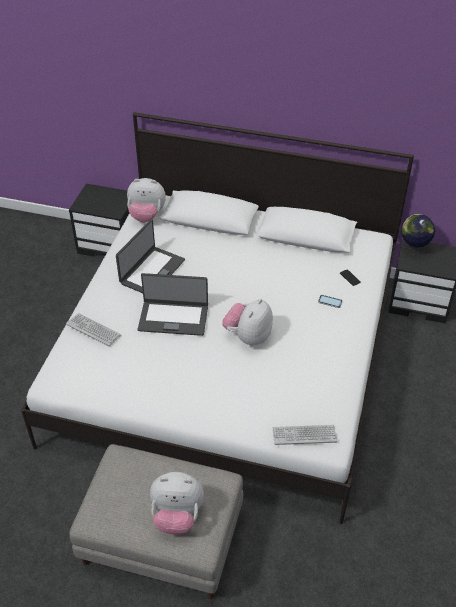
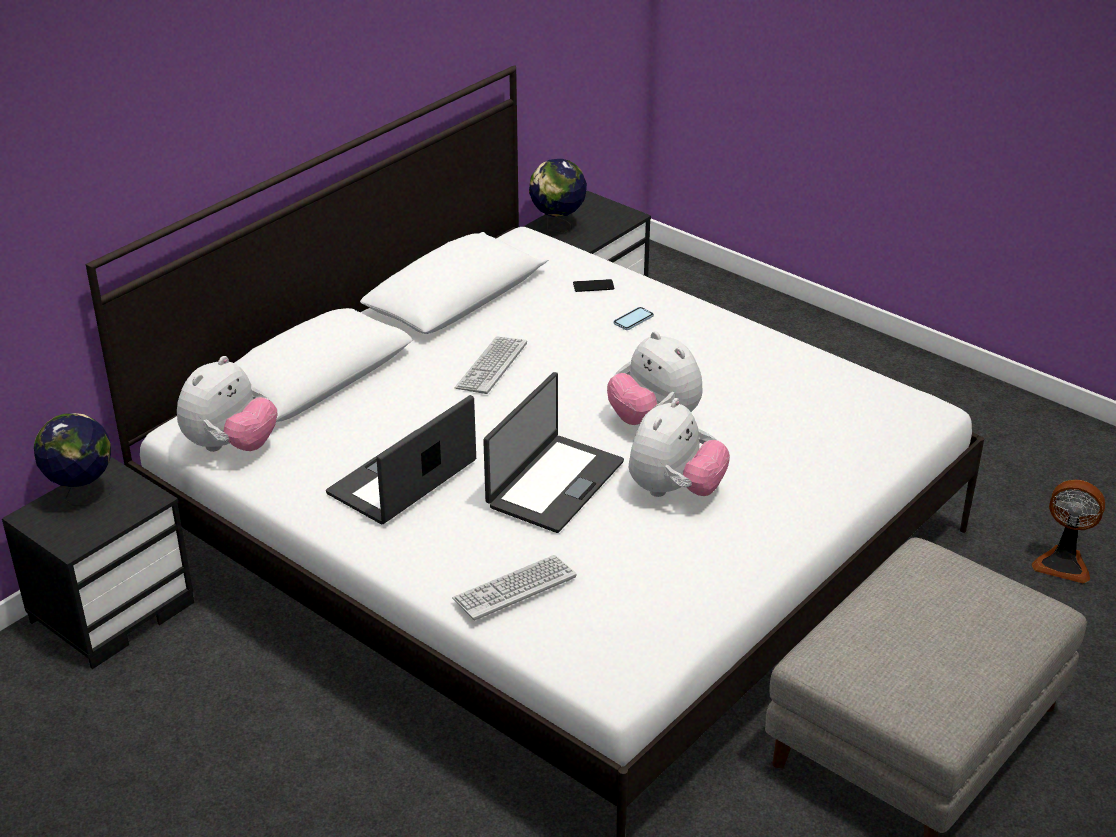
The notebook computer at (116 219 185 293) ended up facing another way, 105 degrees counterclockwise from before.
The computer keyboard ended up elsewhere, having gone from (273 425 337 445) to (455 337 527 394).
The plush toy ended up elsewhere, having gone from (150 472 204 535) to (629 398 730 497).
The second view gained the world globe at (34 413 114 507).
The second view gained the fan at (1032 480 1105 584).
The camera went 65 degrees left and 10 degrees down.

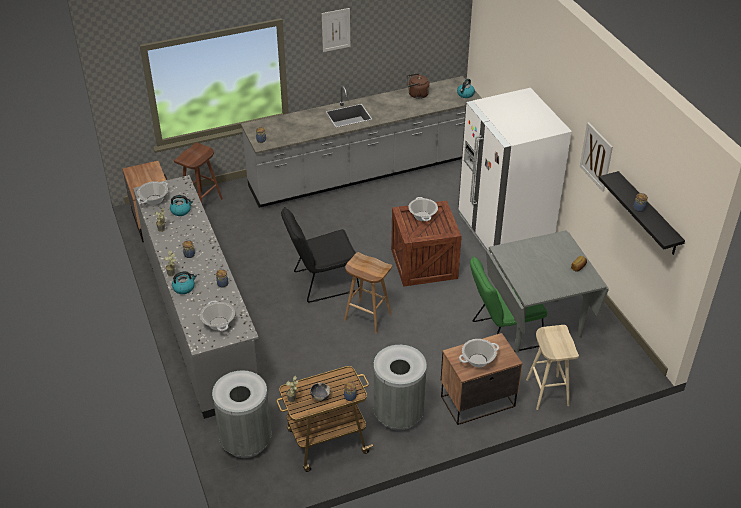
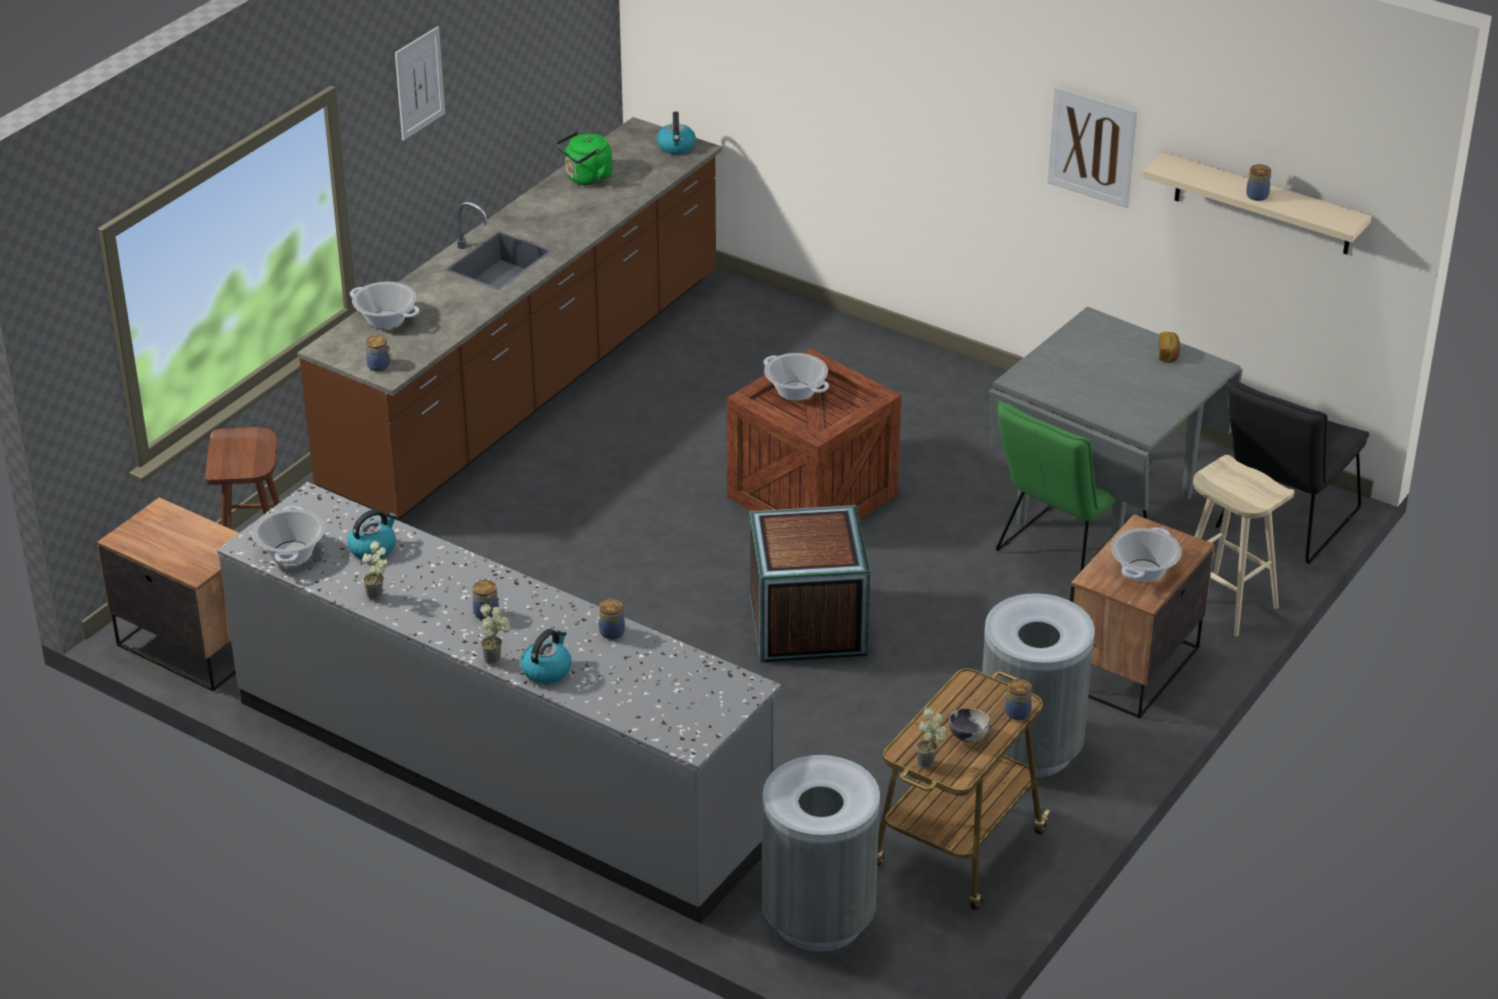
What was the water kettle in brown at (407 73 430 99) turned into the water kettle in greenish at (556 131 612 185).
What was the kitchen counter in grey at (241 76 482 208) turned into the kitchen counter in brown at (297 117 722 520).
The second view lost the kitchen fridge in white at (458 88 572 259).
What was the bracket shelf in black-coloured at (599 171 685 255) turned into the bracket shelf in sand-coloured at (1142 152 1372 255).
The chair in black-coloured ended up elsewhere, having gone from (281 207 360 303) to (1216 379 1369 564).
Where the sitting stool in brown stood at (344 252 392 333), the packing crate came to stand at (750 505 870 663).
The saucepot ended up elsewhere, having gone from (200 300 235 331) to (350 282 419 329).
The camera went 35 degrees left and 5 degrees down.

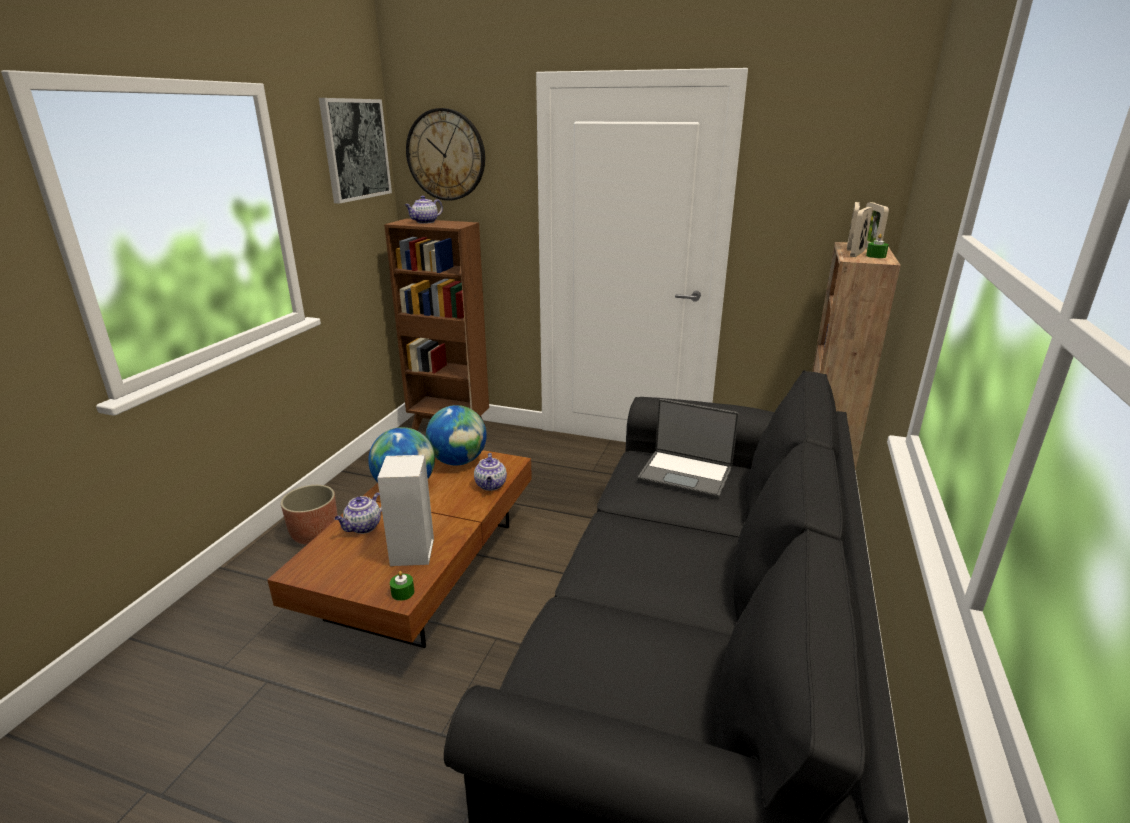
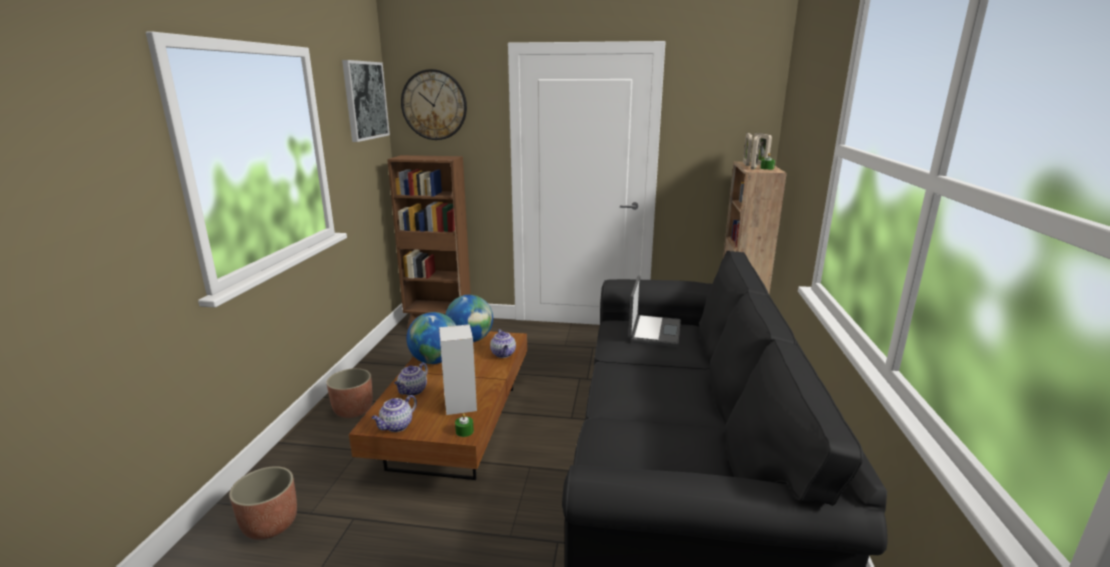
The tea pot ended up elsewhere, having gone from (405 196 443 224) to (371 395 417 432).
The notebook computer at (638 399 739 499) ended up facing another way, 90 degrees counterclockwise from before.
The second view gained the planter at (229 466 297 540).
The camera went 10 degrees left and 5 degrees down.

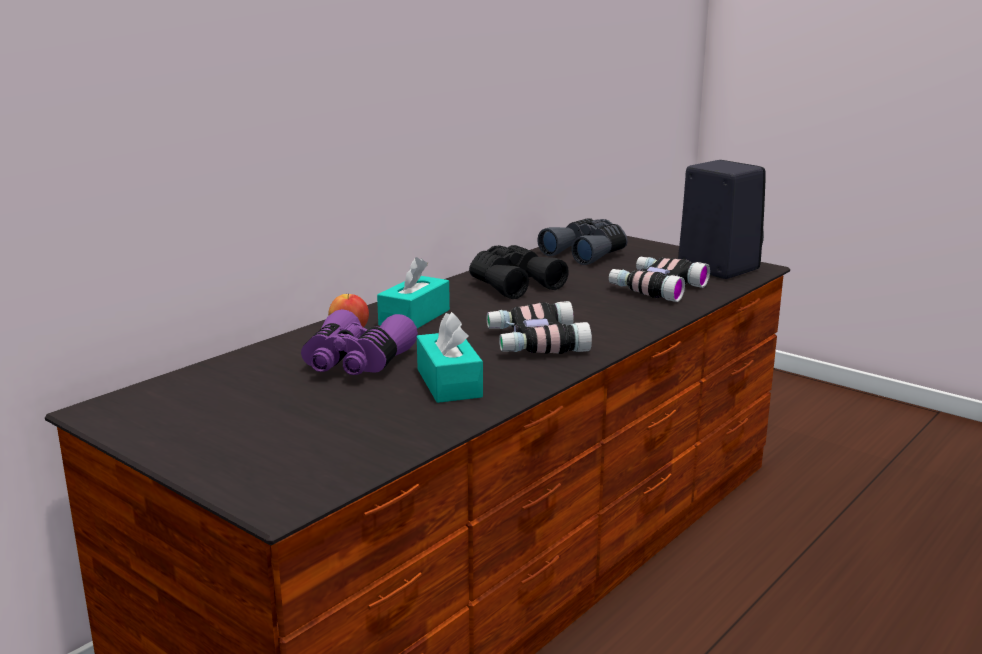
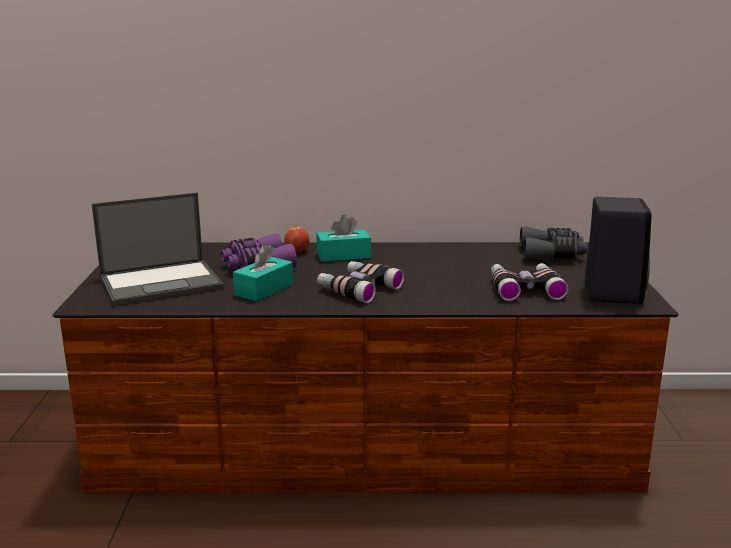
The second view lost the pair of binoculars in black-coloured at (469 245 569 299).
The second view gained the notebook computer at (92 193 224 306).
The camera went 50 degrees right and 0 degrees up.

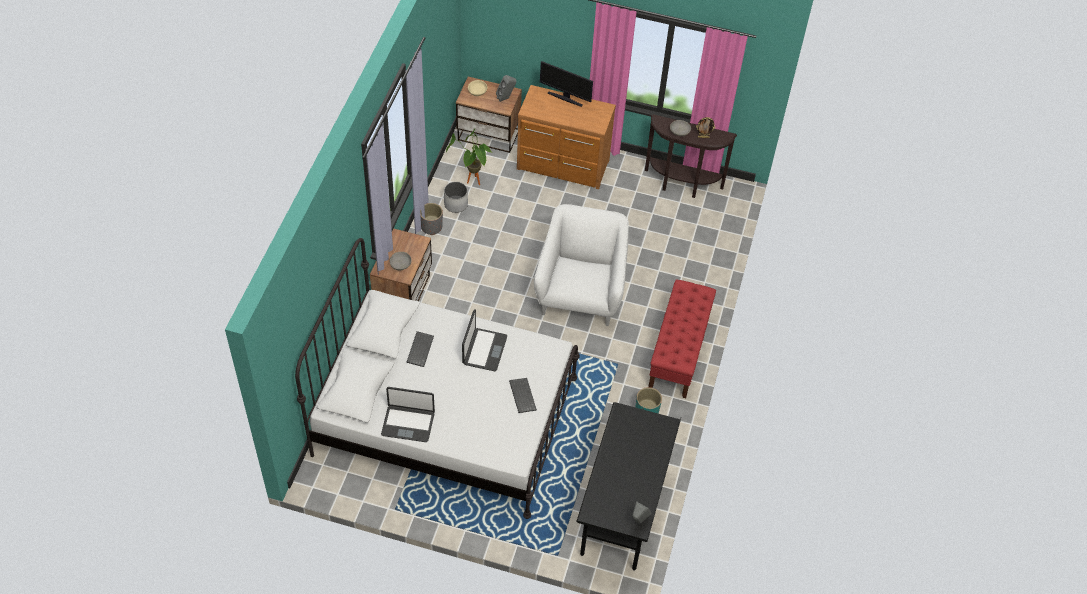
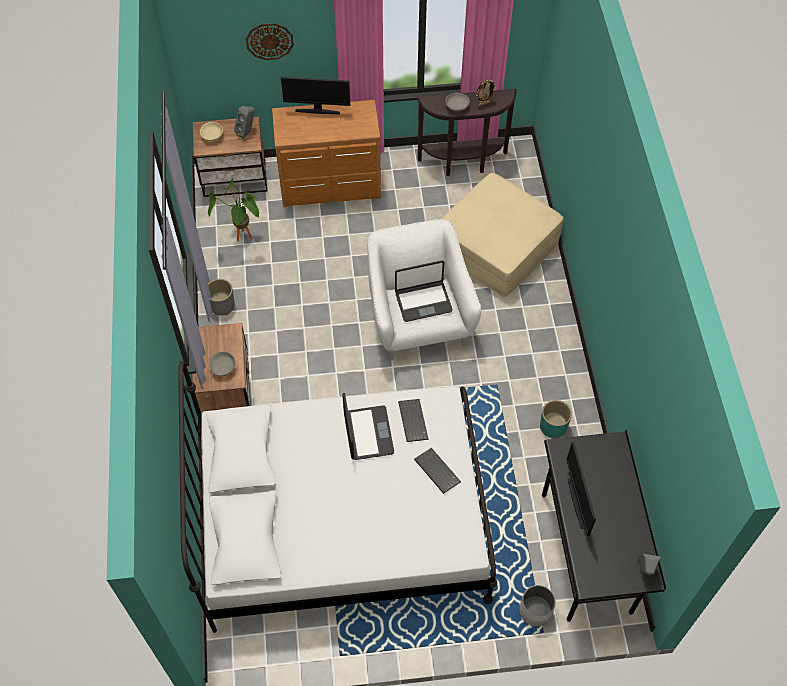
The planter in white ended up elsewhere, having gone from (444 182 468 213) to (519 585 556 627).
The second view lost the indoor bench in red-coloured at (648 279 716 398).
The computer keyboard ended up elsewhere, having gone from (406 331 434 367) to (398 399 428 442).
The notebook computer ended up elsewhere, having gone from (381 387 435 442) to (395 260 453 322).
The second view gained the wall clock at (246 23 294 60).
The second view gained the ottoman in sand-coloured at (442 173 564 298).
The second view gained the computer screen at (566 442 596 536).
The camera went 20 degrees left and 5 degrees up.

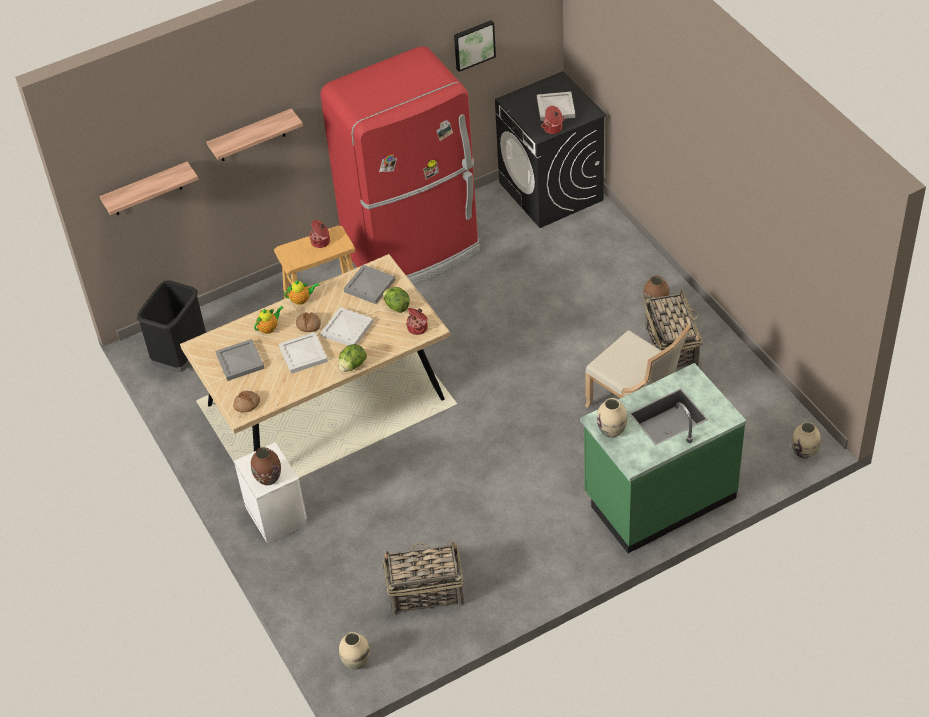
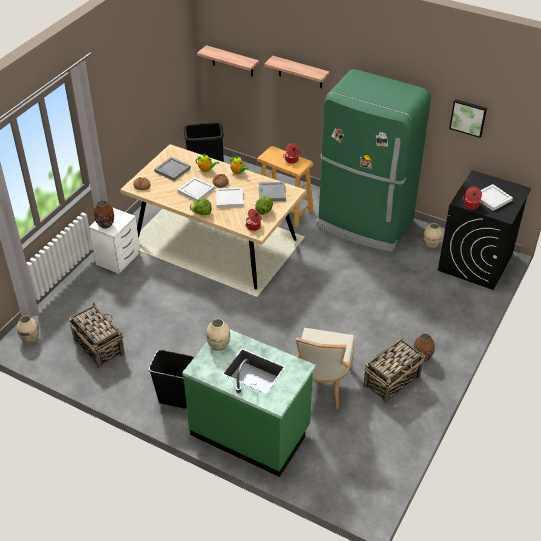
What was the kitchen fridge in red-coloured at (321 46 480 285) turned into the kitchen fridge in greenish at (316 69 431 252).
The flower vase in sand-coloured ended up elsewhere, having gone from (792 422 821 459) to (423 223 442 249).
The second view gained the trash can in black-coloured at (149 350 194 409).
The camera went 55 degrees right and 5 degrees down.

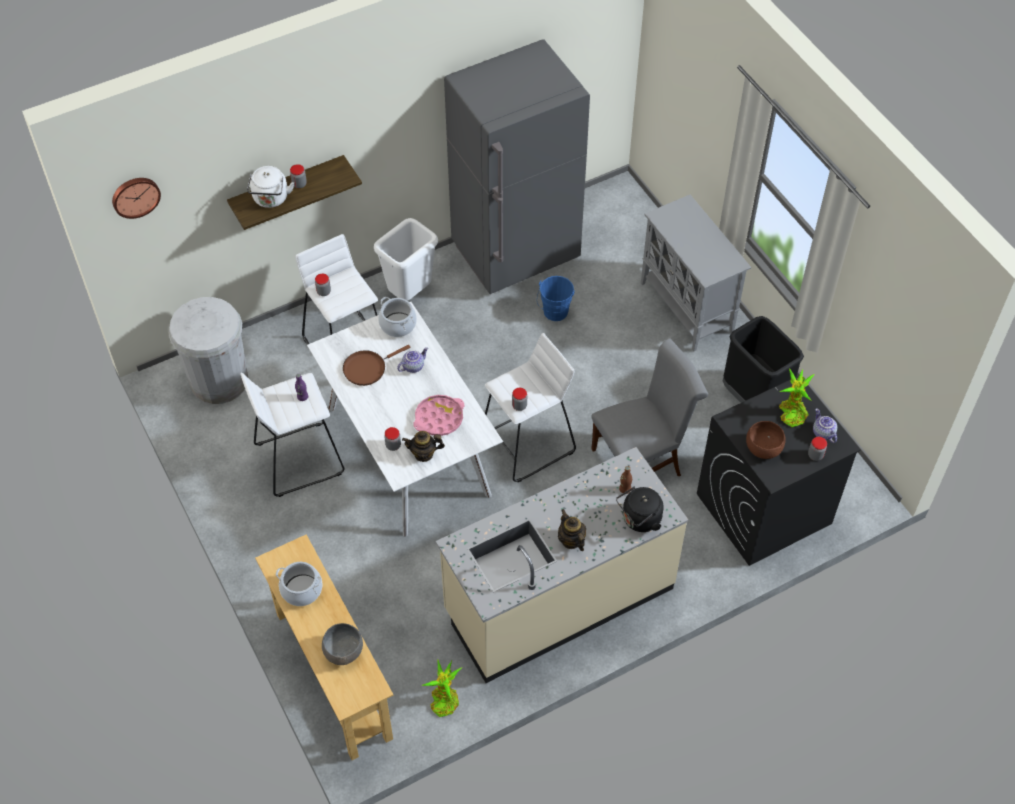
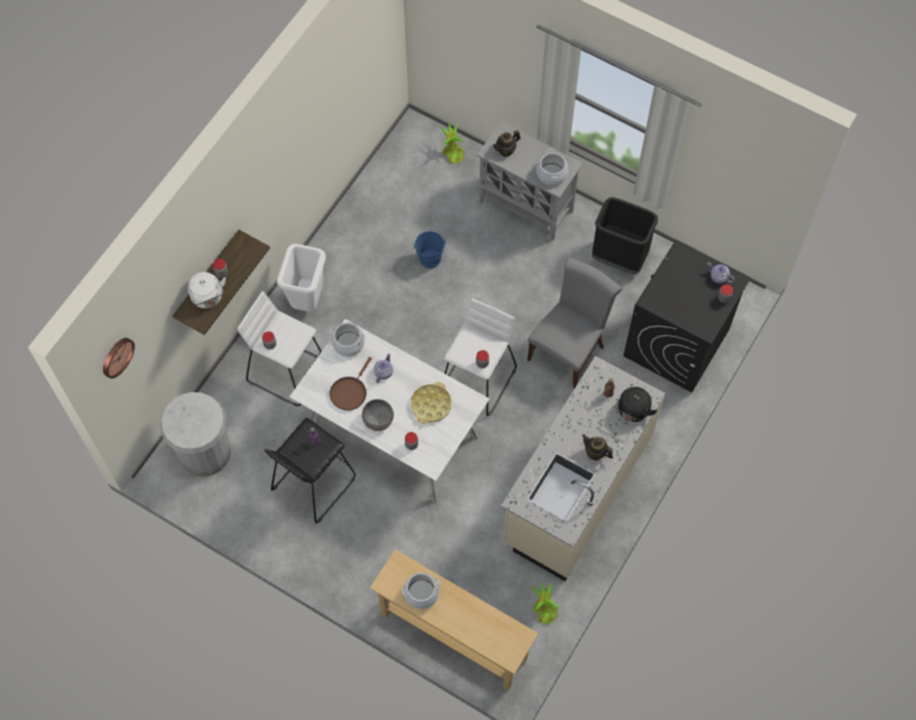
The second view lost the kitchen fridge in grey at (444 39 590 294).
The houseplant ended up elsewhere, having gone from (779 368 815 427) to (440 123 465 164).
What was the sitting stool in white at (241 373 344 497) turned into the sitting stool in black-coloured at (265 418 356 524).
What was the serving tray in pinkish at (413 395 464 436) turned into the serving tray in yellow at (411 382 452 424).
The second view lost the deep dish in brown at (746 421 786 459).
The tea pot ended up elsewhere, having gone from (402 431 445 462) to (493 130 521 157).
The deep dish in grey ended up elsewhere, having gone from (322 623 363 665) to (362 399 394 431).
The second view gained the saucepot at (536 148 568 185).
The camera went 30 degrees left and 10 degrees up.

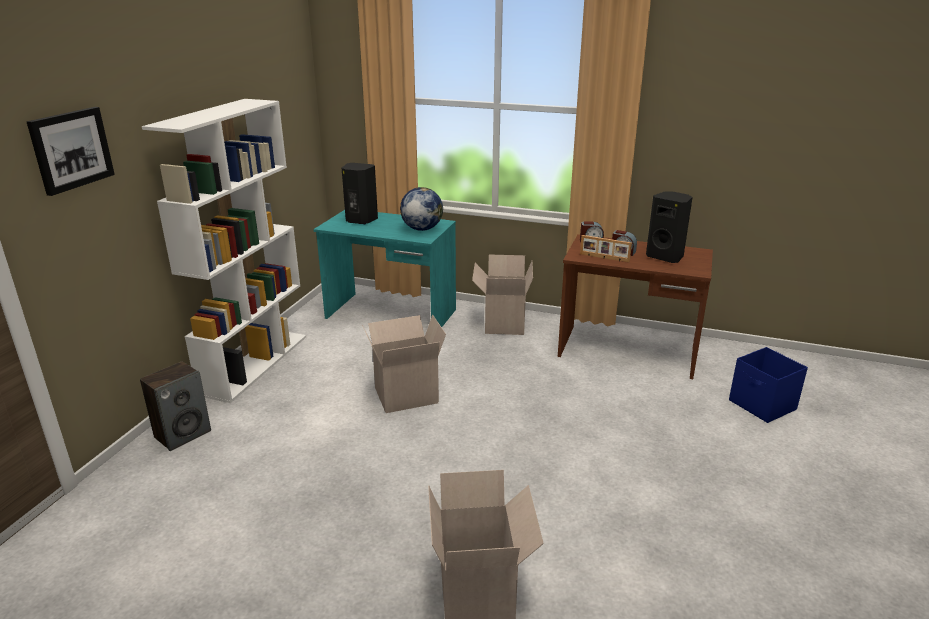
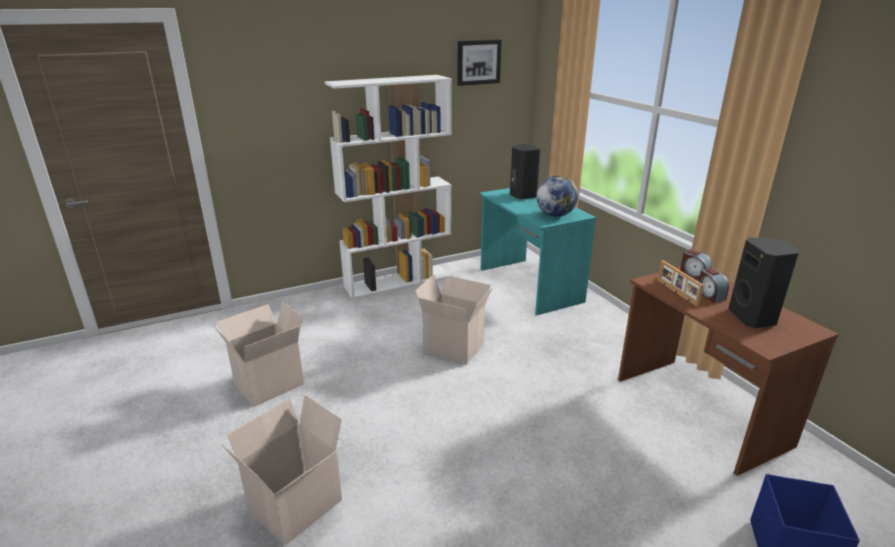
The wall picture ended up elsewhere, having gone from (27 107 115 196) to (457 40 502 86).
The cardboard box ended up elsewhere, having gone from (472 254 533 335) to (213 301 304 407).
The second view lost the loudspeaker at (140 361 211 451).
The camera went 45 degrees right and 0 degrees up.

